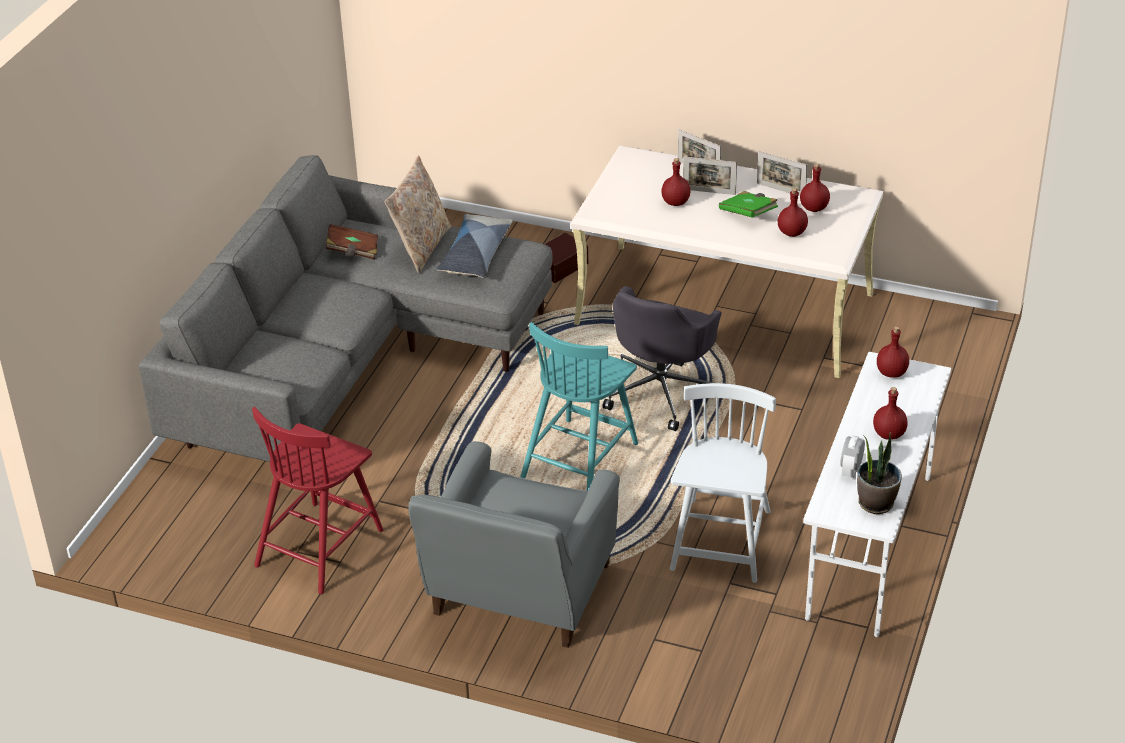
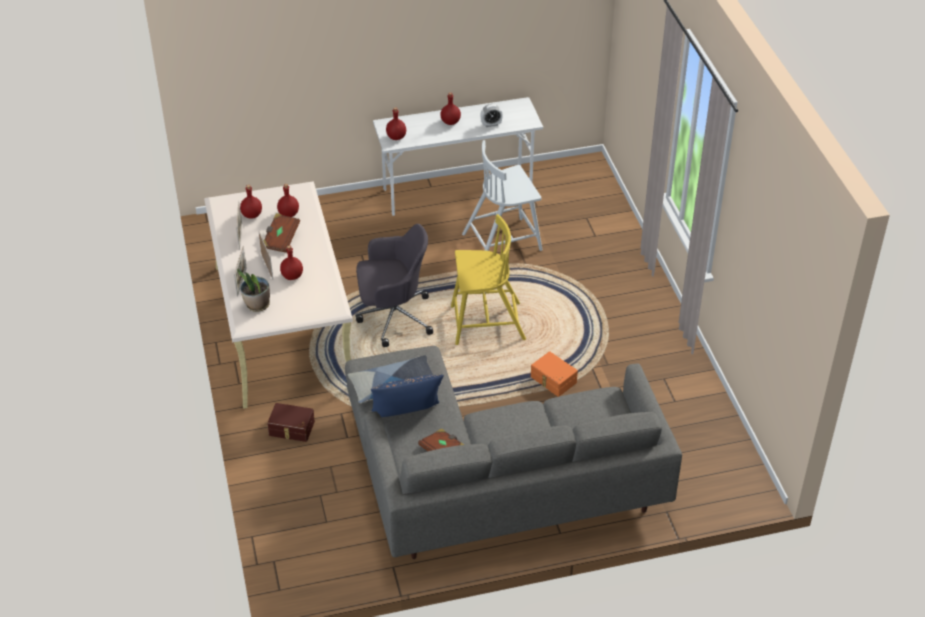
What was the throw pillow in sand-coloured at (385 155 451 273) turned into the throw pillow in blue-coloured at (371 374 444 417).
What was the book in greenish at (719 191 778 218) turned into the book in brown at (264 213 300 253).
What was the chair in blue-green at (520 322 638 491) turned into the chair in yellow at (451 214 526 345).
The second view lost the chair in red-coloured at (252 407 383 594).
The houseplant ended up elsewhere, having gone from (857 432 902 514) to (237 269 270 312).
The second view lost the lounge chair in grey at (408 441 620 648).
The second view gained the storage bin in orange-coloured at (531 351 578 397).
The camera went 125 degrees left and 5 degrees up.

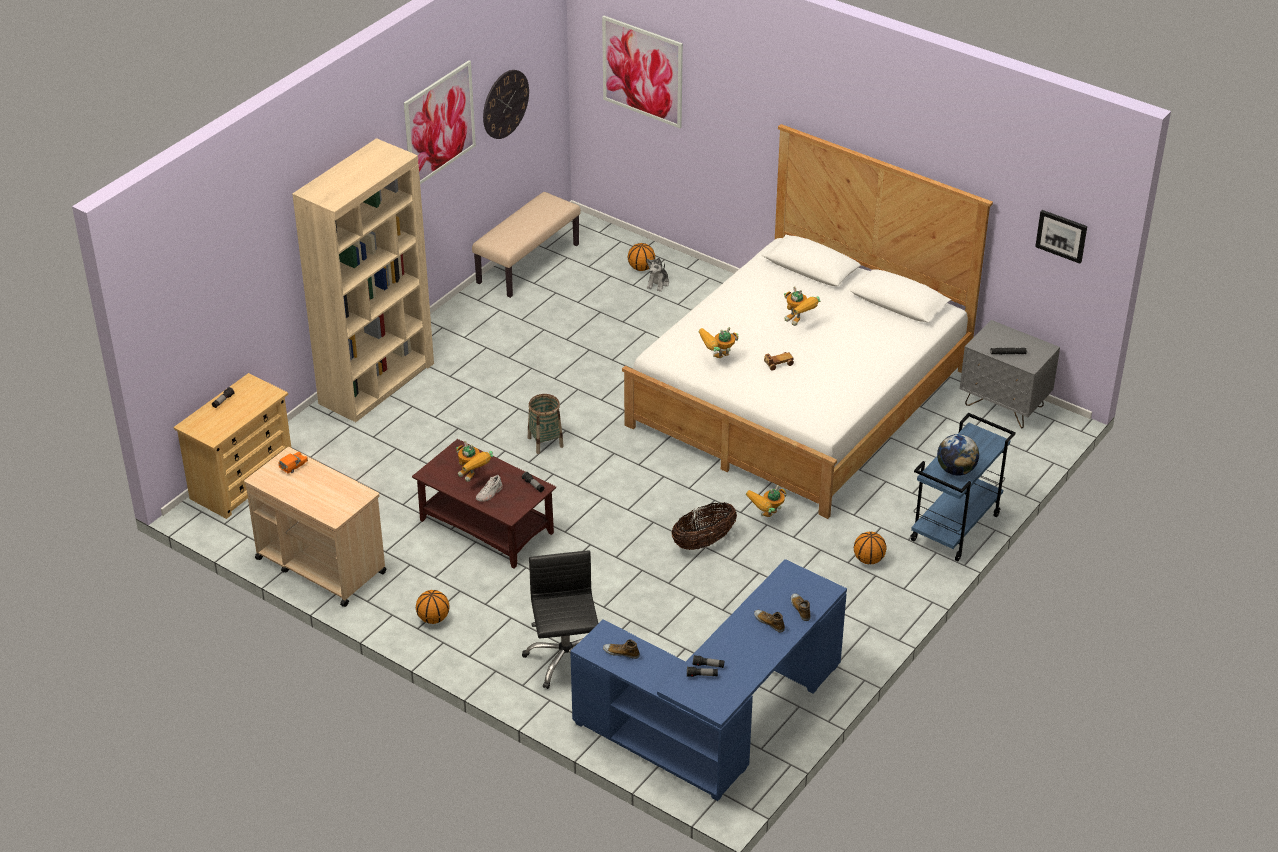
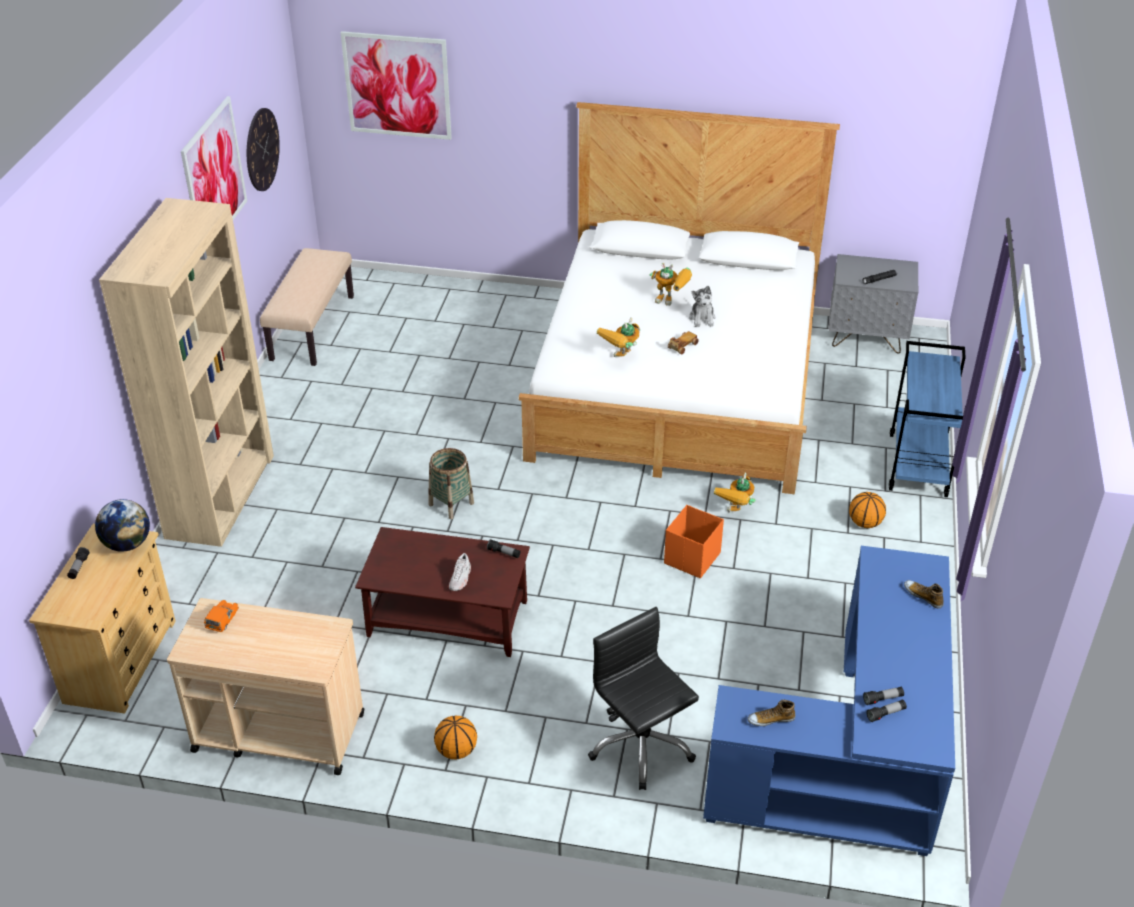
The second view lost the wall picture at (1035 210 1087 264).
The second view lost the ball for basketball at (628 243 655 271).
The plush toy ended up elsewhere, having gone from (647 258 669 292) to (689 286 716 327).
The world globe ended up elsewhere, having gone from (937 434 979 476) to (95 499 150 552).
The second view lost the toy robot at (456 441 493 482).
Where the storage basket stood at (672 502 737 550), the storage bin in orange-coloured came to stand at (664 505 724 578).
The second view lost the low shoe at (754 610 785 632).
The camera went 25 degrees left and 0 degrees up.

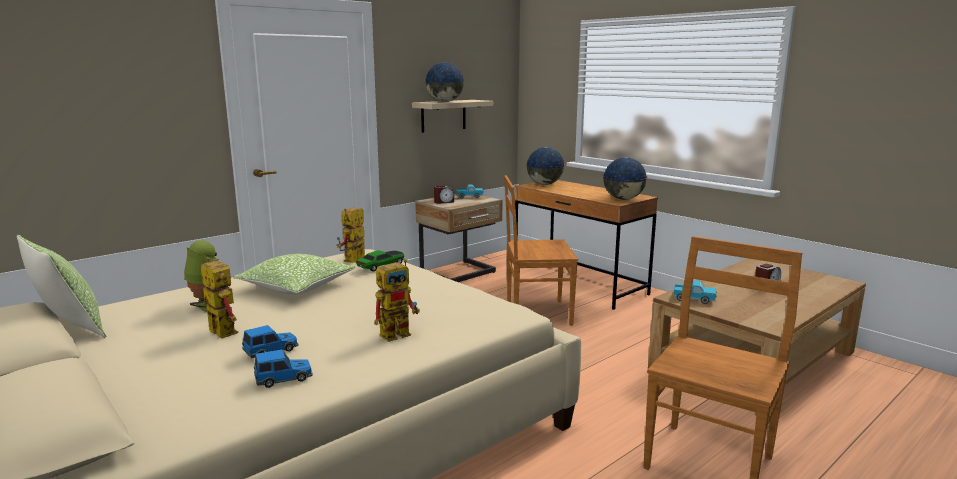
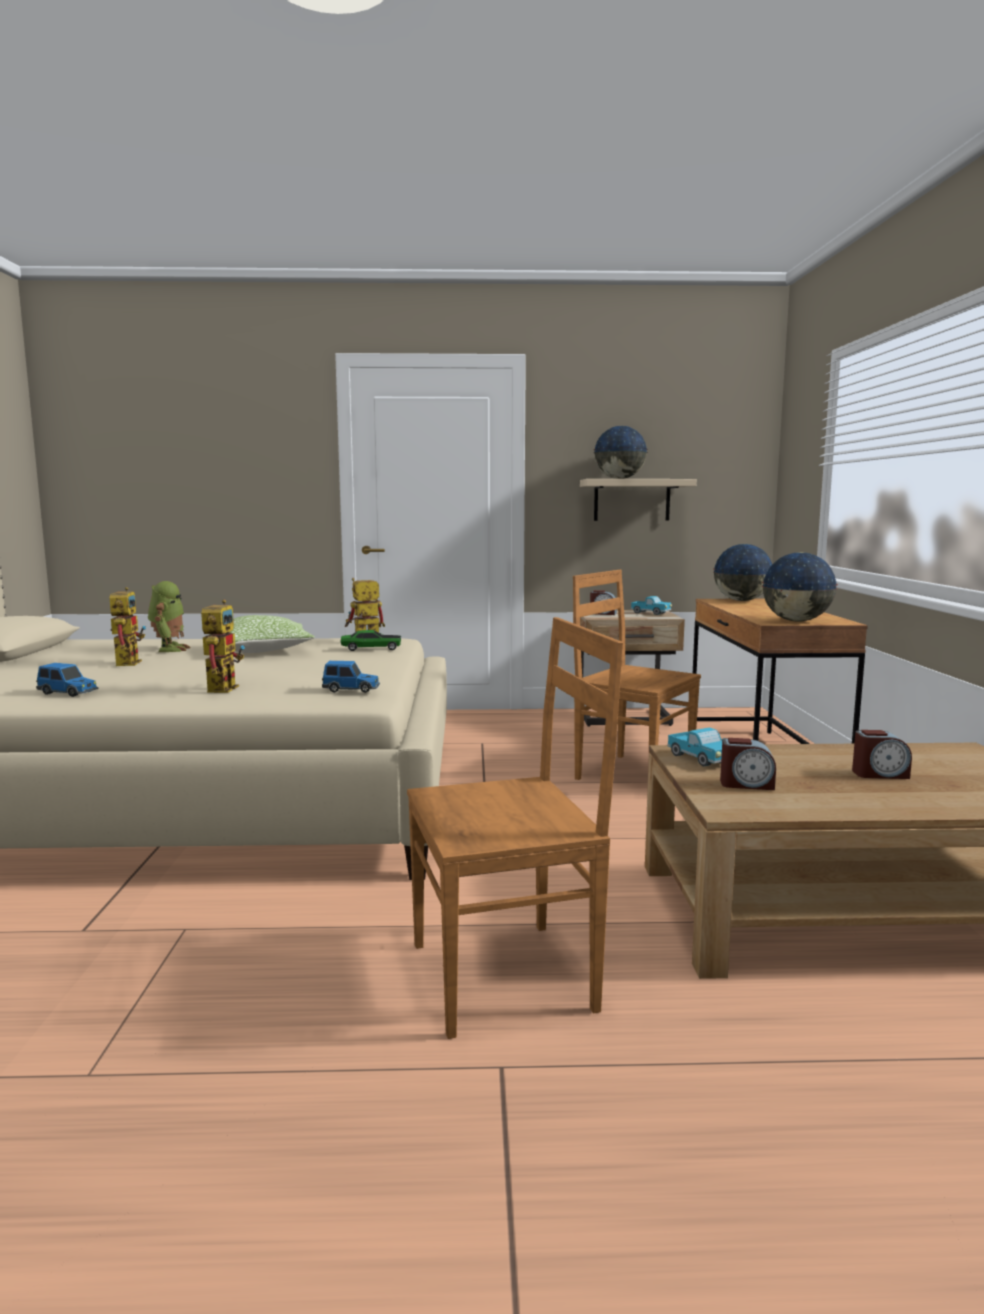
The second view lost the throw pillow at (17 235 106 338).
The toy robot at (374 259 420 342) ended up facing another way, 90 degrees counterclockwise from before.
The model car ended up elsewhere, having gone from (242 325 299 358) to (322 661 380 693).
The second view gained the alarm clock at (720 738 776 790).
The camera went 40 degrees right and 5 degrees down.

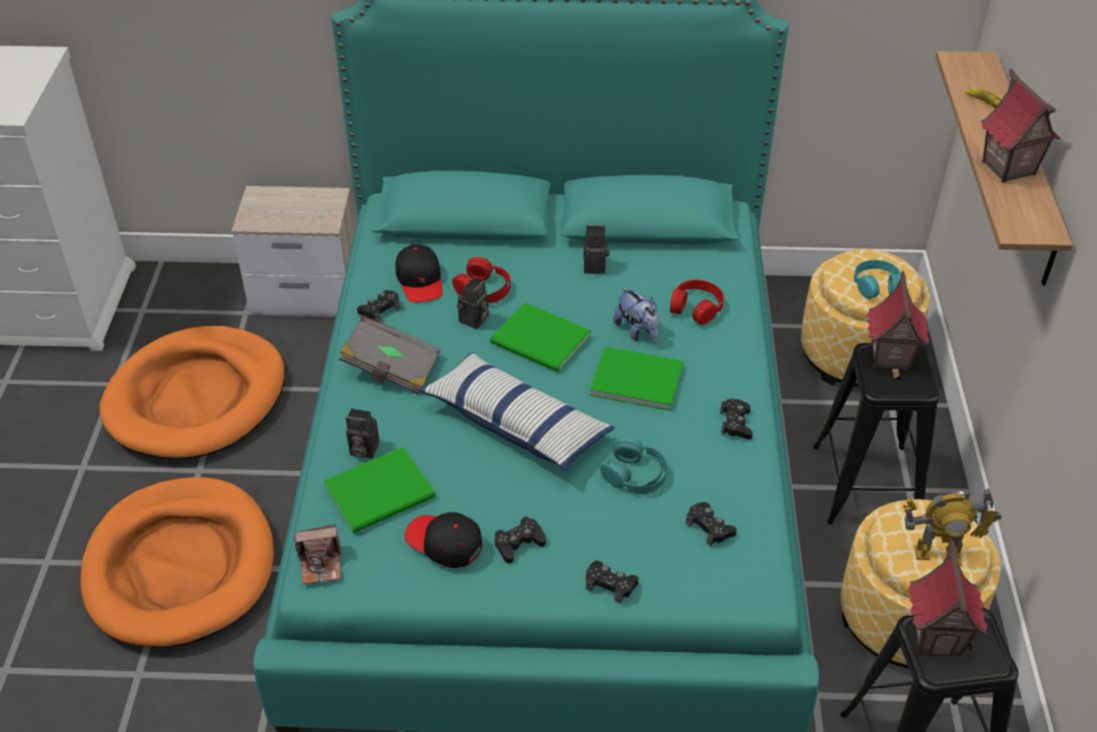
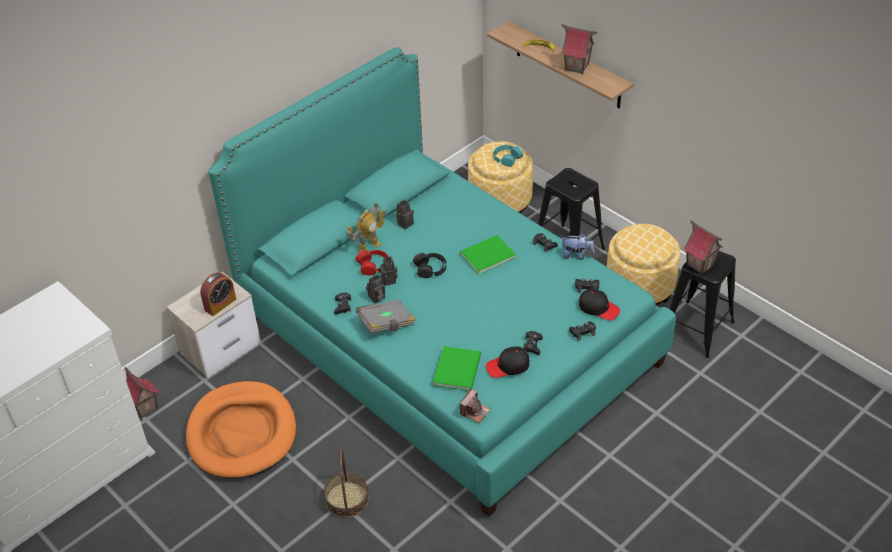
The baseball cap in black-coloured ended up elsewhere, having gone from (395 244 443 303) to (579 288 620 320).
The toy house ended up elsewhere, having gone from (866 270 929 371) to (124 367 159 419).
The second view lost the headset in red-coloured at (670 280 724 325).
The plush toy ended up elsewhere, having gone from (613 286 659 343) to (561 233 595 260).
Where the book in greenish stood at (490 302 591 373), the headset in black-coloured came to stand at (413 253 446 278).
The second view lost the throw pillow at (417 352 615 471).
The still camera ended up elsewhere, having gone from (346 408 379 459) to (366 275 385 303).
The second view lost the headset in blue-green at (600 437 667 494).
Where the dog cushion in orange-coloured stood at (80 477 274 648), the storage basket came to stand at (324 449 369 518).
The toy robot ended up elsewhere, having gone from (903 488 1001 566) to (347 202 386 252).
The second view gained the alarm clock at (200 272 236 316).
The camera went 45 degrees left and 0 degrees up.

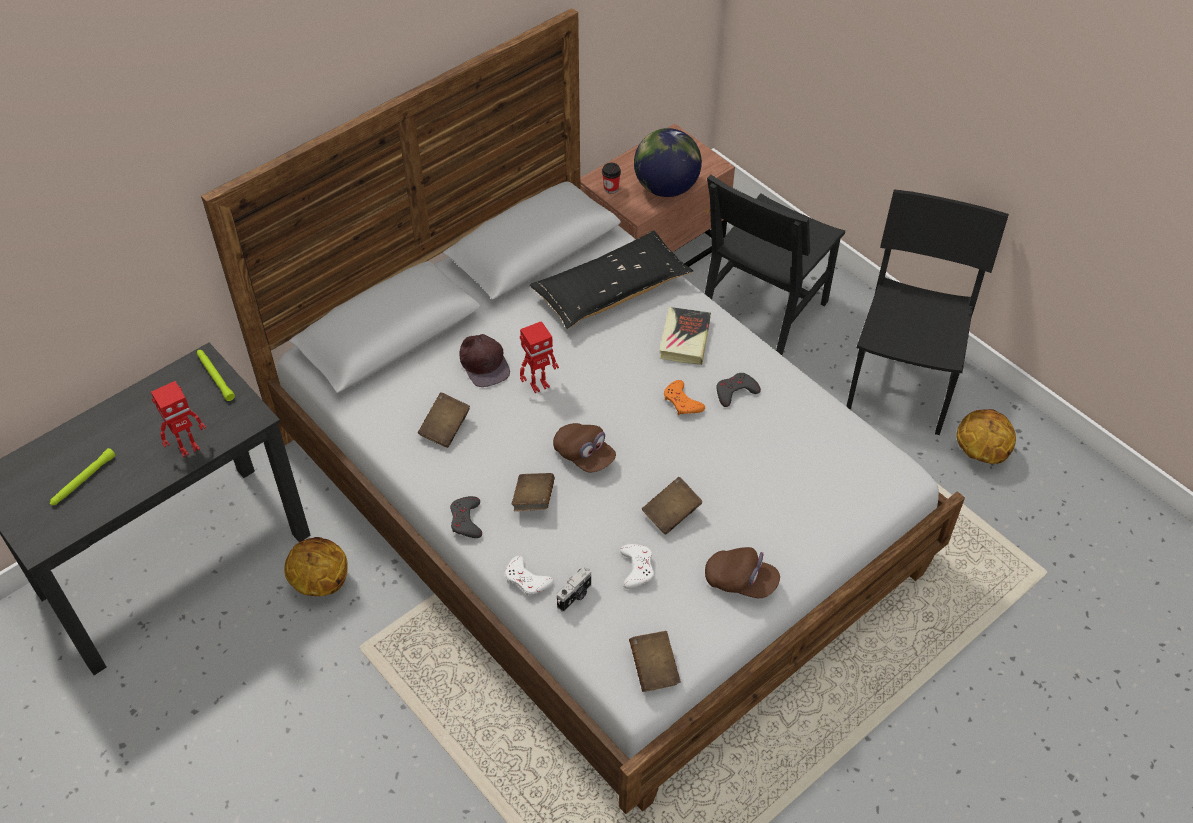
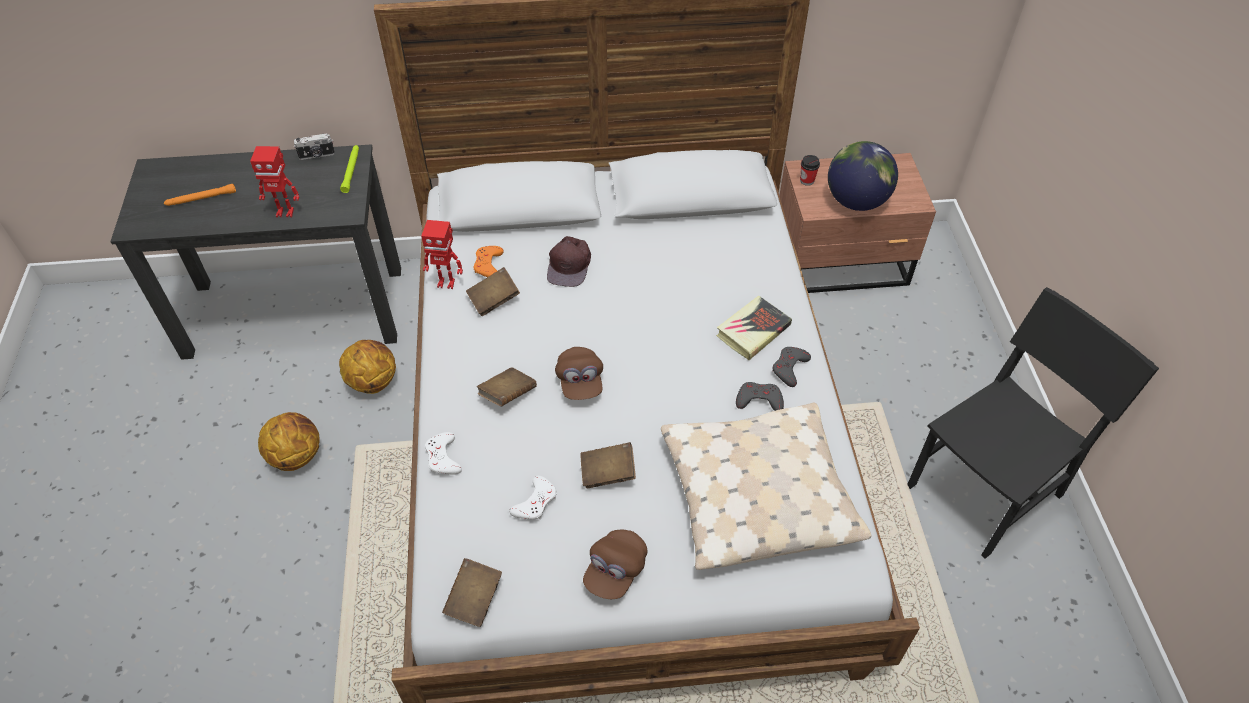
The second view lost the chair in black-coloured at (705 174 845 355).
The second view lost the throw pillow in black-coloured at (530 230 694 329).
The toy robot ended up elsewhere, having gone from (520 321 559 393) to (421 220 463 289).
The gamepad in orange-coloured ended up elsewhere, having gone from (664 380 705 415) to (473 246 504 277).
The ball for basketball ended up elsewhere, having gone from (957 409 1016 464) to (258 412 320 471).
What was the torch in greenish at (50 448 115 505) turned into the torch in orange-coloured at (164 184 236 206).
The gamepad in grey ended up elsewhere, having gone from (450 496 482 538) to (773 347 811 387).
The baseball cap in brown at (705 547 780 598) ended up facing another way, 60 degrees clockwise from before.
The still camera ended up elsewhere, having gone from (557 567 591 612) to (294 133 335 160).
The second view gained the throw pillow in sand-coloured at (661 403 872 570).
The camera went 35 degrees right and 0 degrees up.

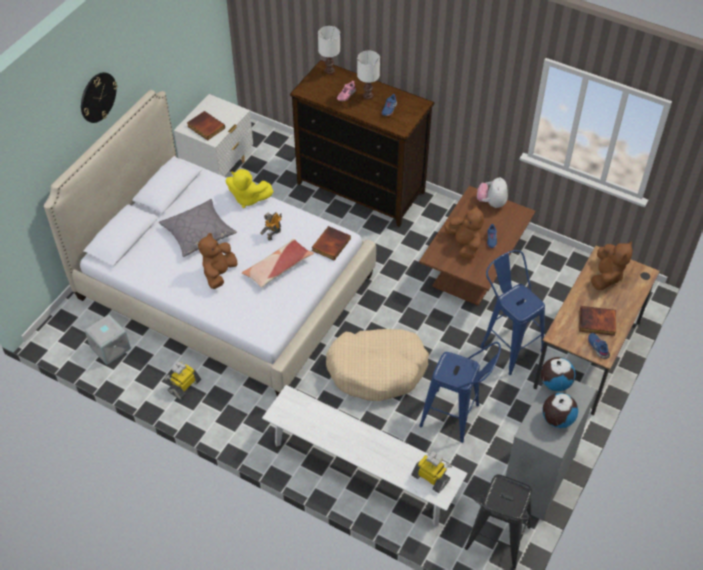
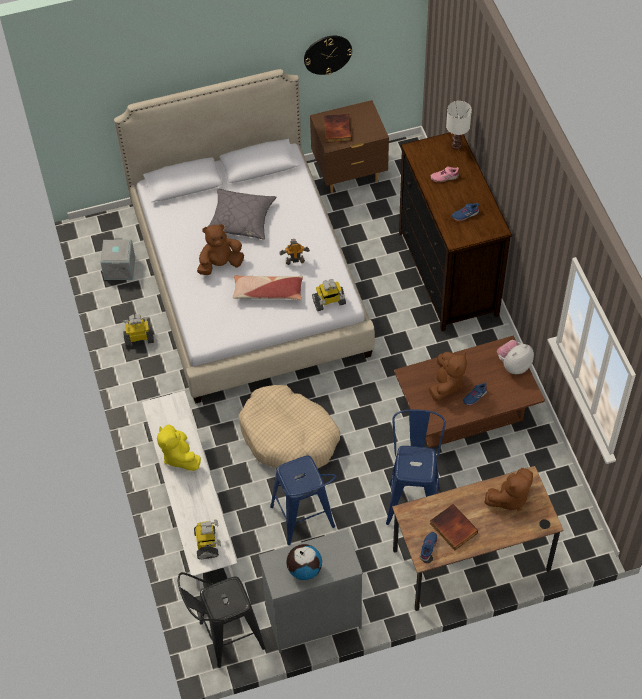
The second view lost the lamp for a table in white at (357 51 380 99).
The wall clock ended up elsewhere, having gone from (81 72 117 123) to (304 36 352 75).
What was the nightstand in white at (174 94 253 176) turned into the nightstand in brown at (310 100 389 193).
The plush toy in yellow ended up elsewhere, having gone from (226 169 274 208) to (157 424 201 471).
Where the book stood at (312 226 351 260), the toy robot came to stand at (312 279 346 311).
The second view lost the world globe at (541 357 576 391).
The camera went 45 degrees right and 5 degrees up.

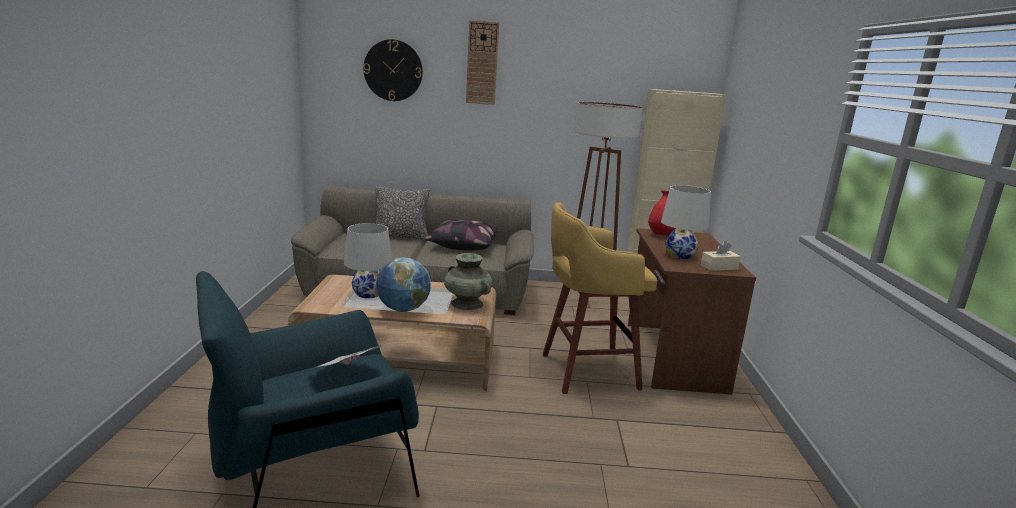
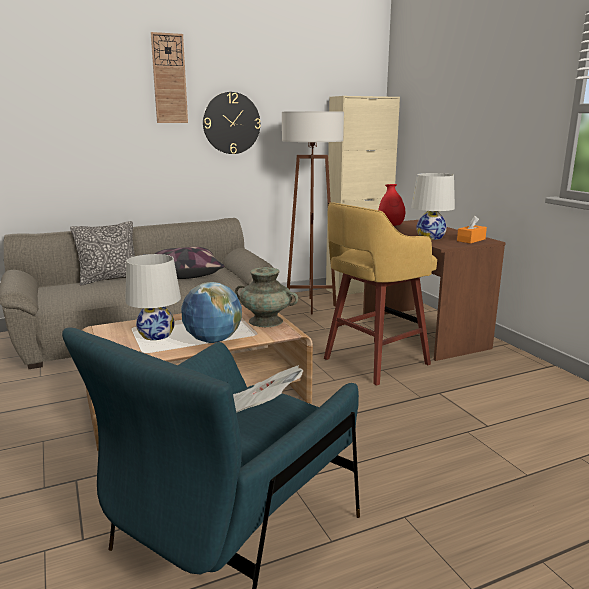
The wall clock ended up elsewhere, having gone from (363 39 423 101) to (203 92 261 154).
What was the box of tissues in sand-coloured at (701 241 741 271) turned into the box of tissues in orange-coloured at (457 216 487 244).
The camera went 25 degrees left and 0 degrees up.

